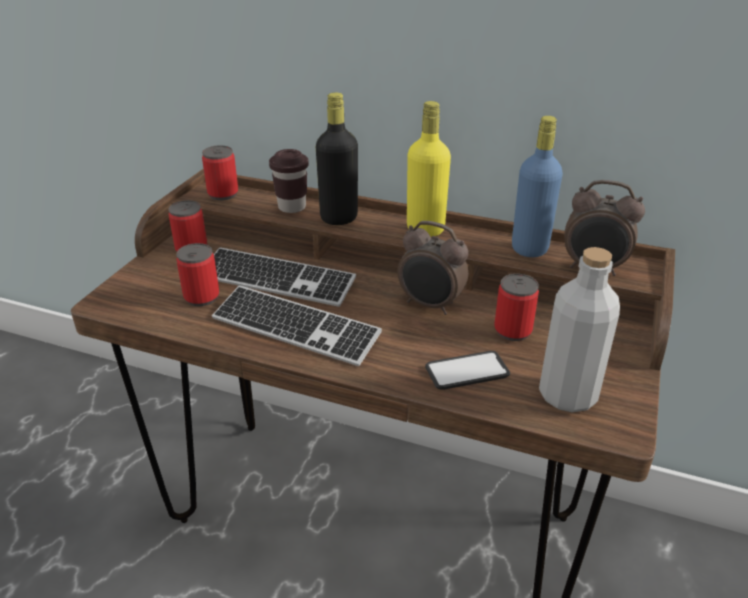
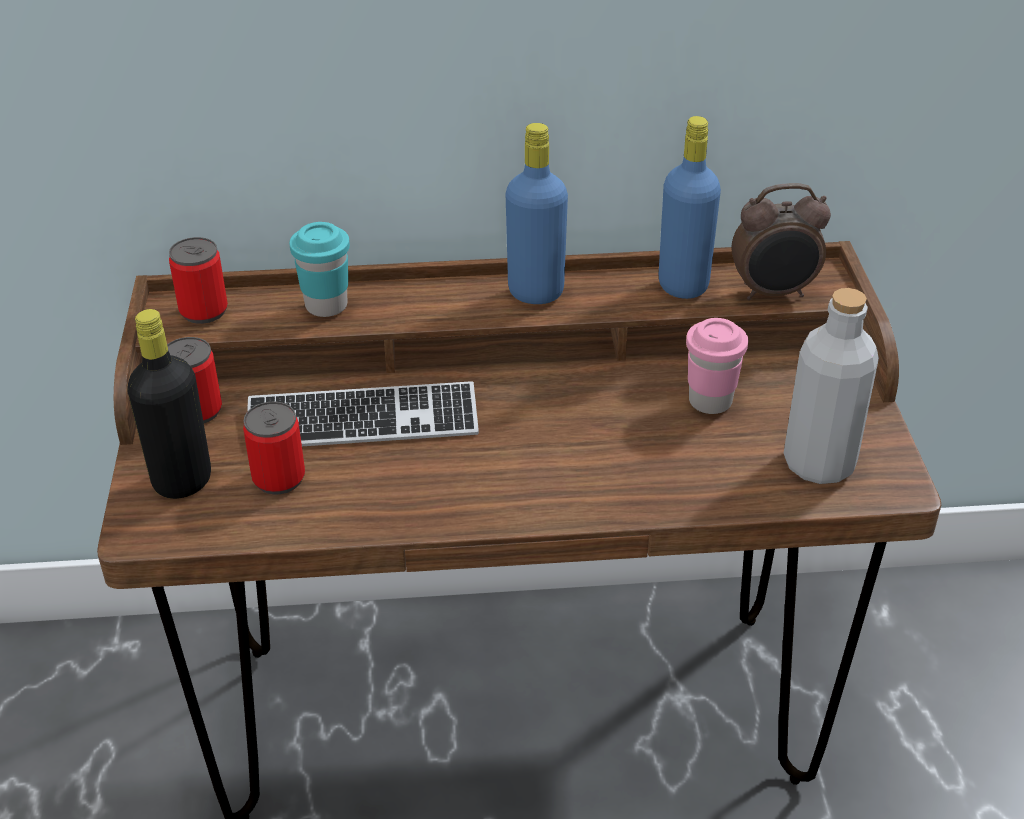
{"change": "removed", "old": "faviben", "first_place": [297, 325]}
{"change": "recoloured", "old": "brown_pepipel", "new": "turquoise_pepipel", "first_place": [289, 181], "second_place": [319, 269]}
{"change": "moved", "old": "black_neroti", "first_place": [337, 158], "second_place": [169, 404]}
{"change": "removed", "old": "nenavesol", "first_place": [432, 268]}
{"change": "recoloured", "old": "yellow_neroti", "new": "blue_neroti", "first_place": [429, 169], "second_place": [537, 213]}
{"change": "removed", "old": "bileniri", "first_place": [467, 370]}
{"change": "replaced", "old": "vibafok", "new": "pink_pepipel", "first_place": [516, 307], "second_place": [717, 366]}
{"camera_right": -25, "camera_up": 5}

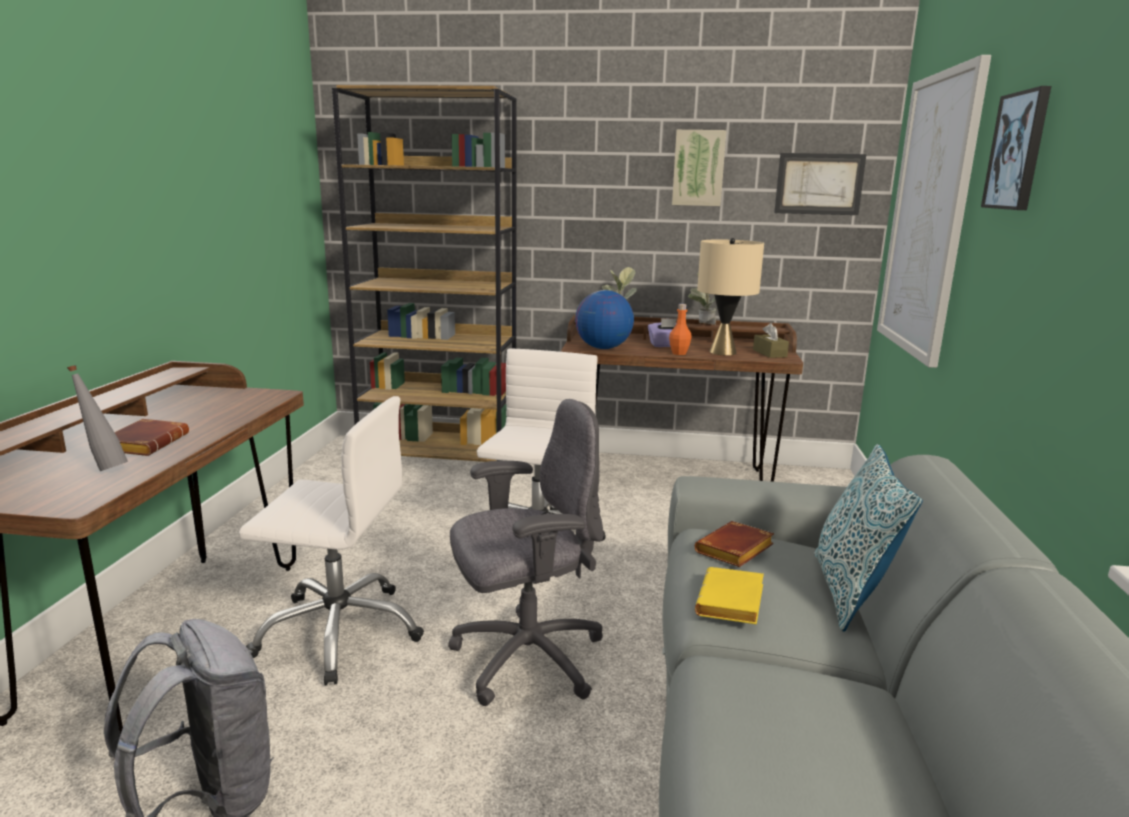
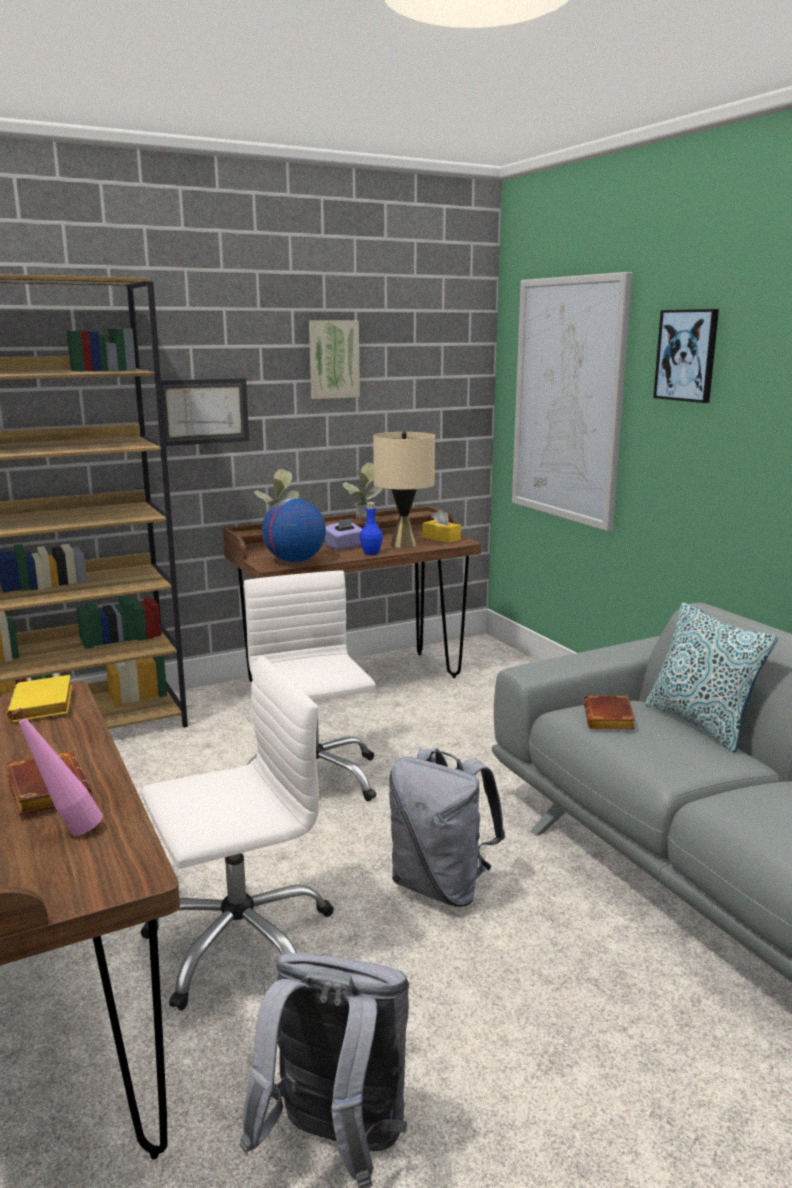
{"change": "recoloured", "old": "grey_neroti", "new": "pink_neroti", "first_place": [97, 418], "second_place": [57, 772]}
{"change": "replaced", "old": "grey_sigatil", "new": "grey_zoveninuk", "first_place": [526, 552], "second_place": [447, 827]}
{"change": "recoloured", "old": "orange_neroti", "new": "blue_neroti", "first_place": [680, 329], "second_place": [371, 528]}
{"change": "moved", "old": "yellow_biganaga", "first_place": [729, 595], "second_place": [39, 698]}
{"change": "recoloured", "old": "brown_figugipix", "new": "yellow_figugipix", "first_place": [771, 340], "second_place": [441, 526]}
{"change": "moved", "old": "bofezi", "first_place": [820, 184], "second_place": [205, 412]}
{"camera_right": -35, "camera_up": 0}

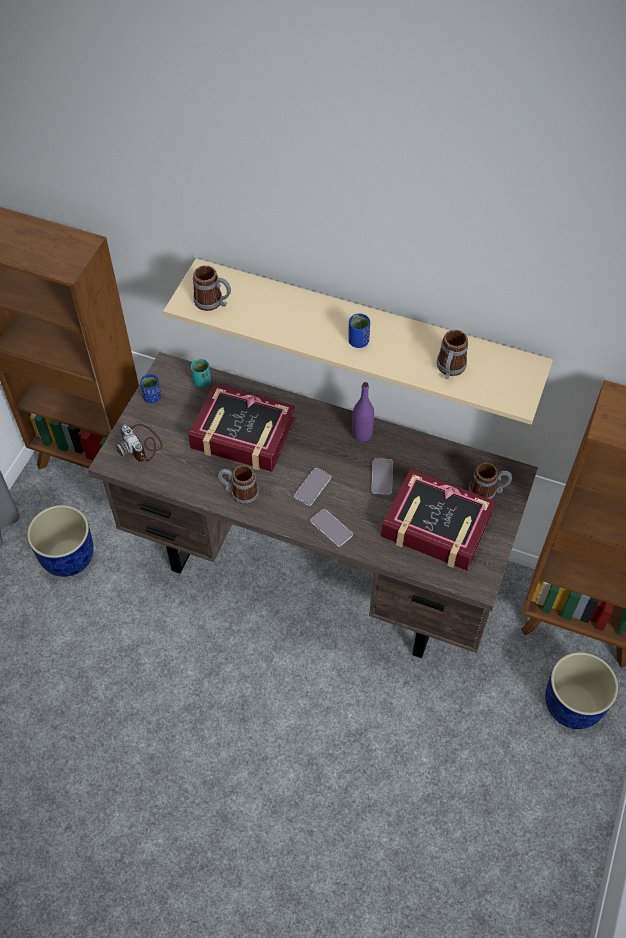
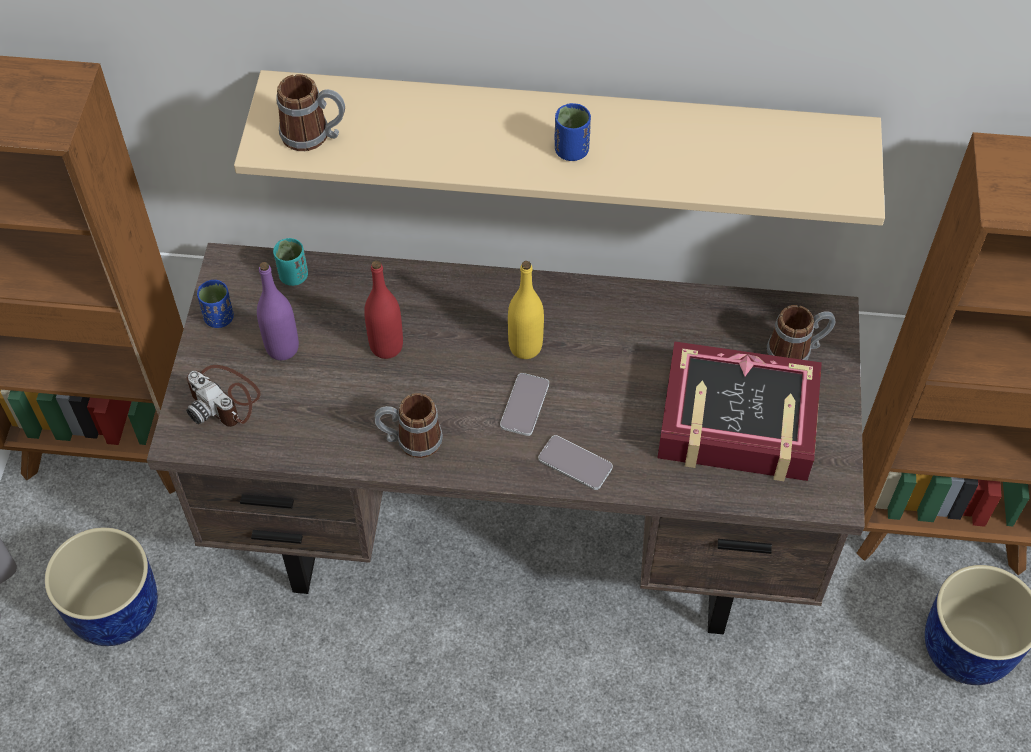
{"change": "replaced", "old": "biganaga", "new": "red_neroti", "first_place": [241, 428], "second_place": [383, 309]}
{"change": "moved", "old": "purple_neroti", "first_place": [363, 412], "second_place": [278, 311]}
{"change": "removed", "old": "bileniri", "first_place": [382, 476]}
{"change": "removed", "old": "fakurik", "first_place": [452, 354]}
{"change": "added", "new": "yellow_neroti", "second_place": [526, 310]}
{"camera_right": -15, "camera_up": 0}

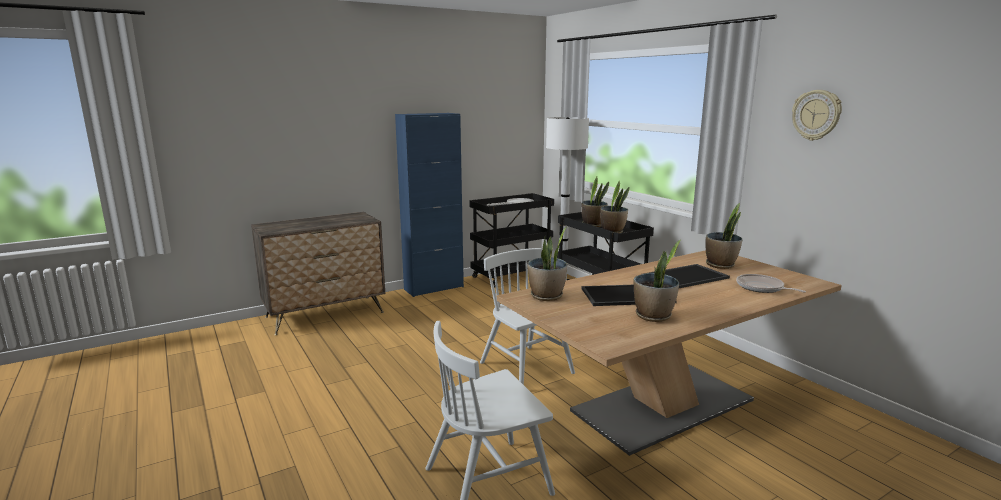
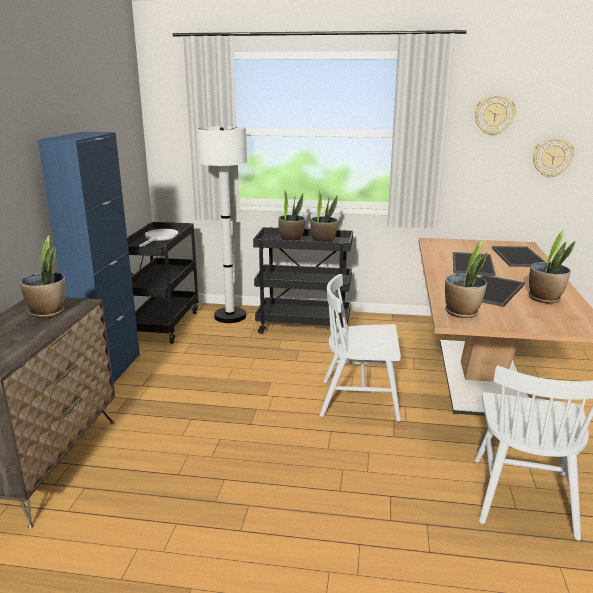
{"change": "moved", "old": "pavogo", "first_place": [723, 236], "second_place": [43, 276]}
{"change": "replaced", "old": "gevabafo", "new": "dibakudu", "first_place": [771, 283], "second_place": [518, 256]}
{"change": "added", "new": "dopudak", "second_place": [553, 158]}
{"camera_right": -50, "camera_up": 5}

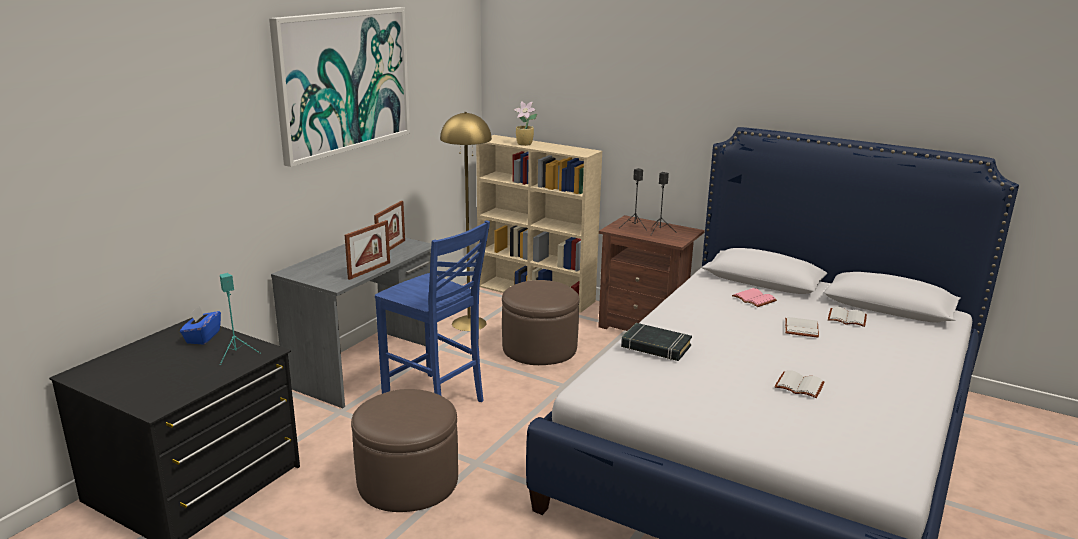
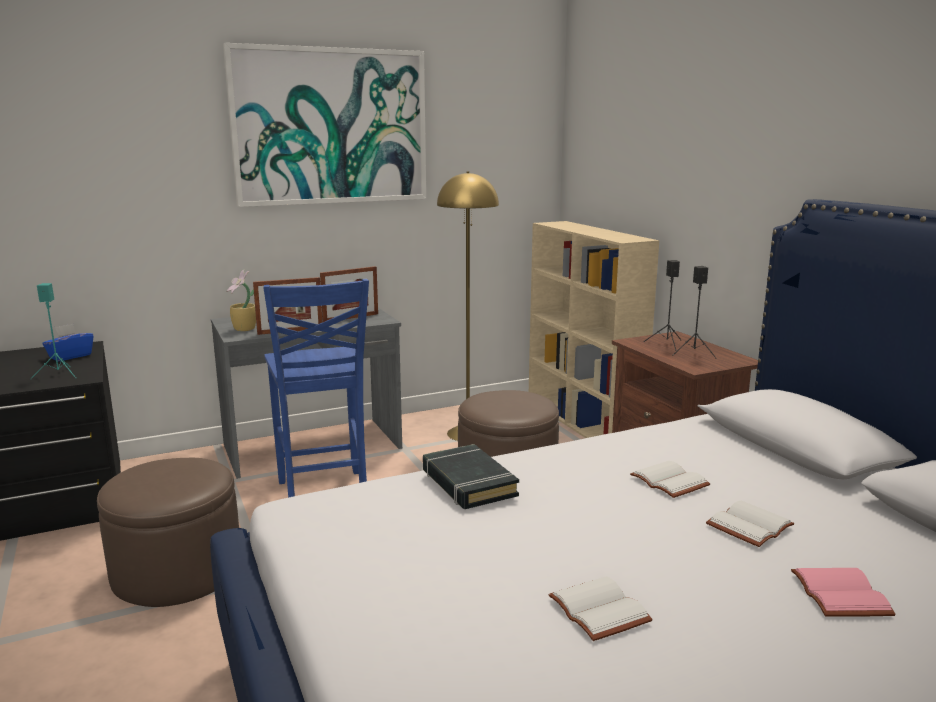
{"change": "moved", "old": "pavogo", "first_place": [525, 124], "second_place": [241, 300]}
{"change": "moved", "old": "pink_biganaga", "first_place": [754, 297], "second_place": [843, 592]}
{"change": "moved", "old": "white_biganaga", "first_place": [847, 317], "second_place": [670, 479]}
{"camera_right": 35, "camera_up": -5}

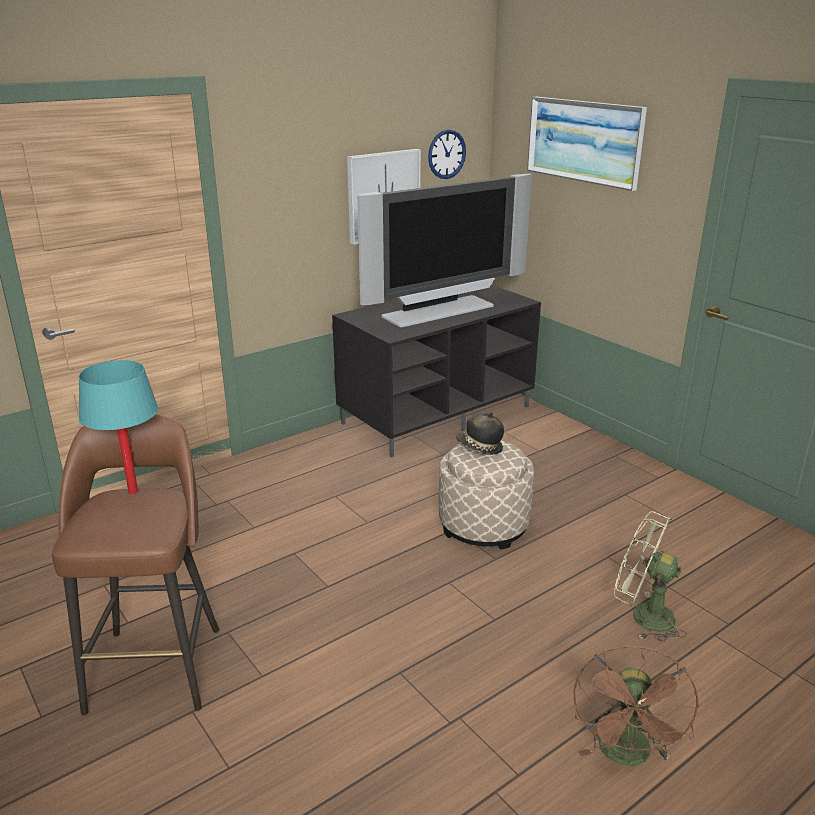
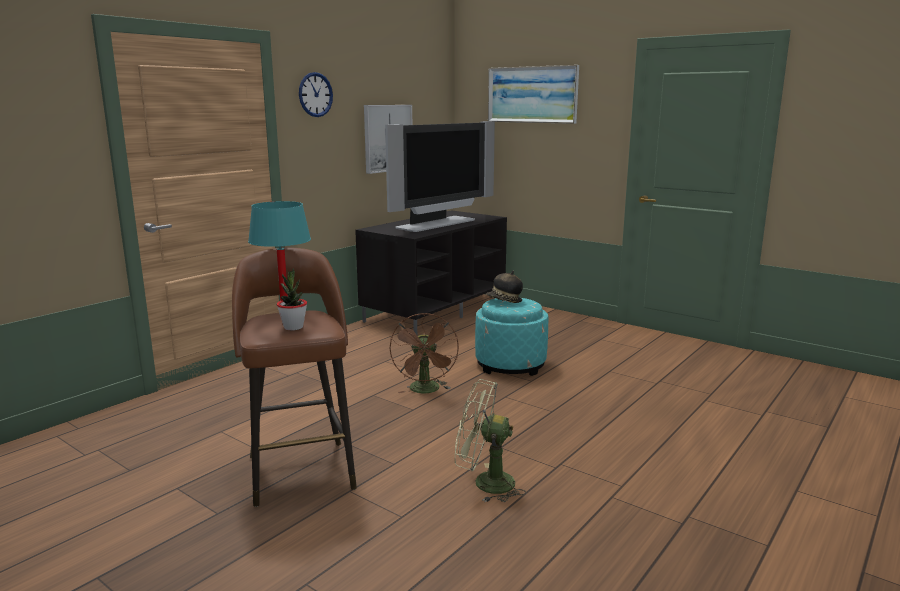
{"change": "moved", "old": "dopudak", "first_place": [447, 154], "second_place": [316, 94]}
{"change": "recoloured", "old": "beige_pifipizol", "new": "turquoise_pifipizol", "first_place": [486, 495], "second_place": [511, 337]}
{"change": "moved", "old": "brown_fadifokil", "first_place": [636, 706], "second_place": [424, 353]}
{"change": "moved", "old": "green_fadifokil", "first_place": [650, 576], "second_place": [490, 440]}
{"change": "added", "new": "pavogo", "second_place": [292, 299]}
{"camera_right": -15, "camera_up": -10}

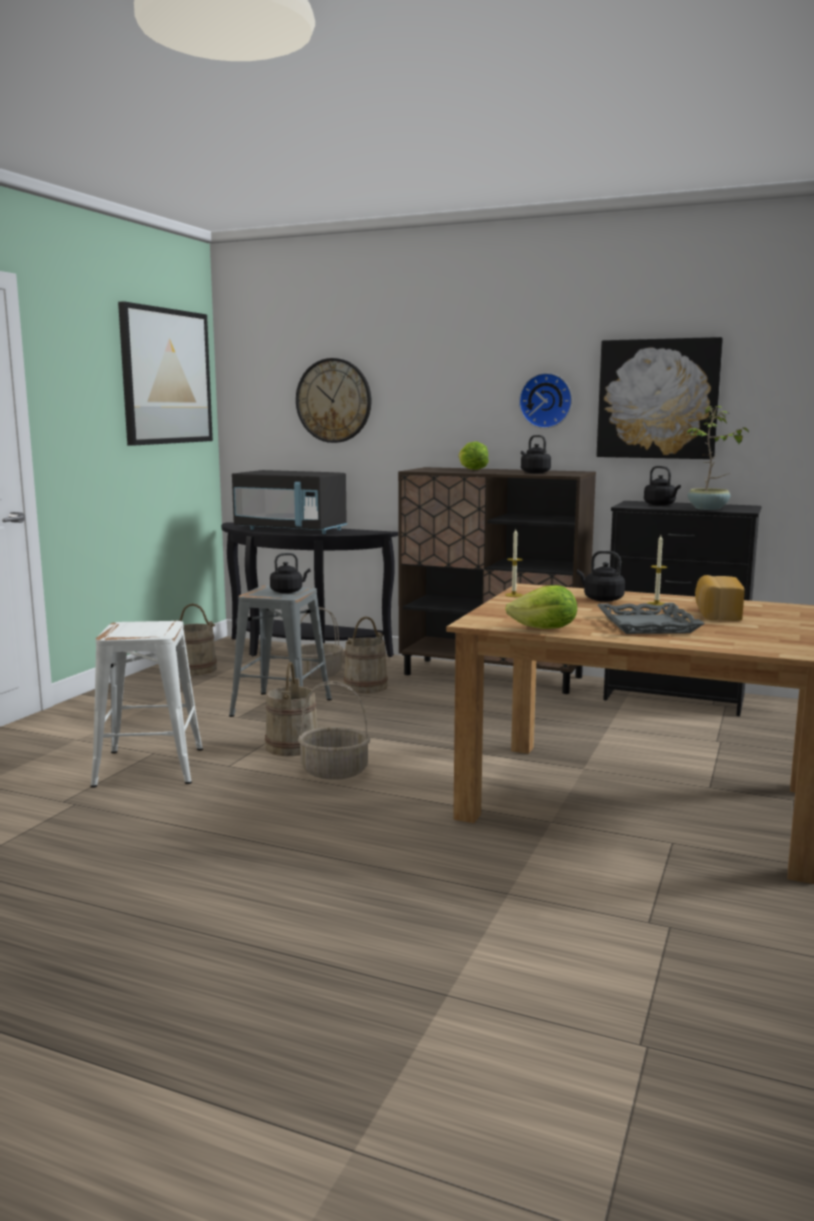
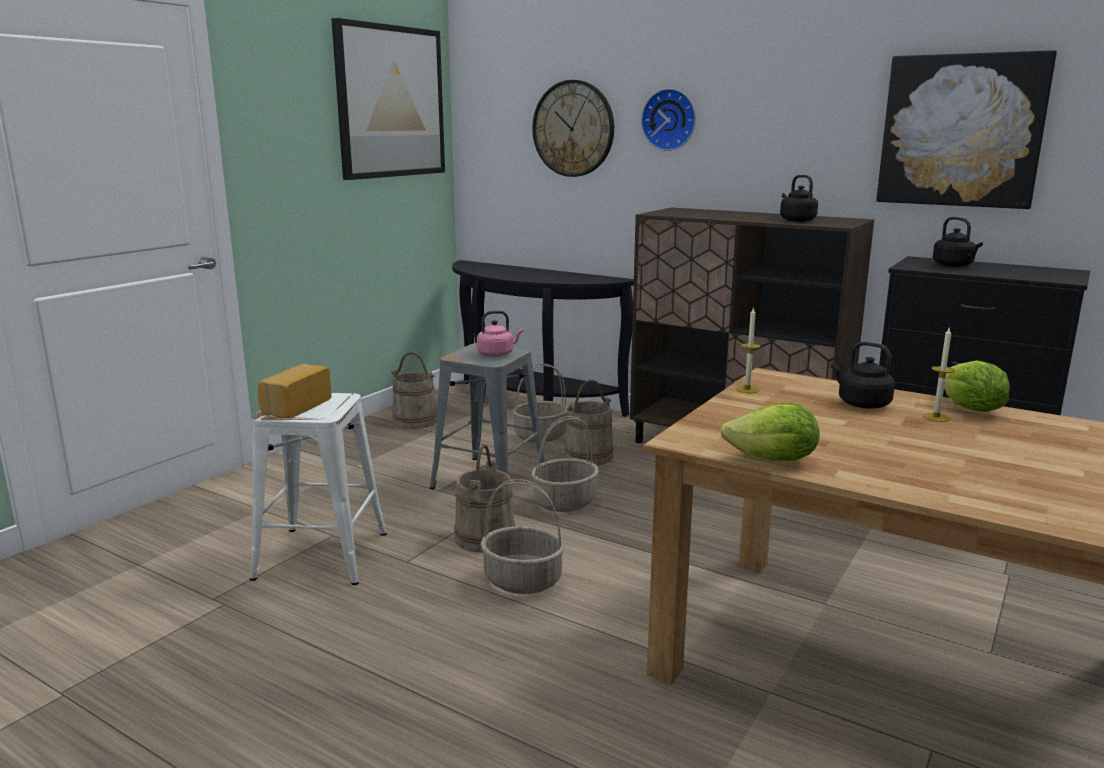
{"change": "removed", "old": "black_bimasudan", "first_place": [289, 502]}
{"change": "recoloured", "old": "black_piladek", "new": "pink_piladek", "first_place": [290, 573], "second_place": [500, 334]}
{"change": "moved", "old": "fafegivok", "first_place": [473, 455], "second_place": [977, 386]}
{"change": "moved", "old": "dopudak", "first_place": [545, 401], "second_place": [668, 119]}
{"change": "removed", "old": "grey_dibakudu", "first_place": [651, 618]}
{"change": "removed", "old": "pavogo", "first_place": [717, 458]}
{"change": "moved", "old": "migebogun", "first_place": [720, 598], "second_place": [294, 391]}
{"change": "added", "new": "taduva", "second_place": [565, 464]}
{"camera_right": 10, "camera_up": 5}

